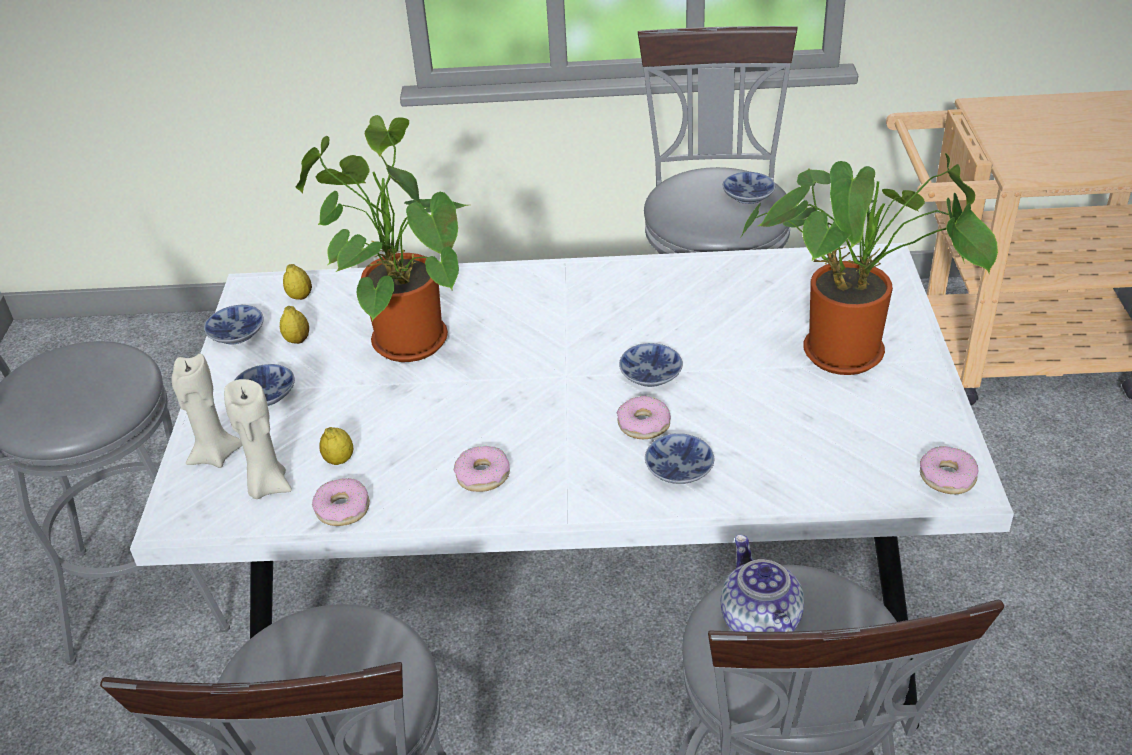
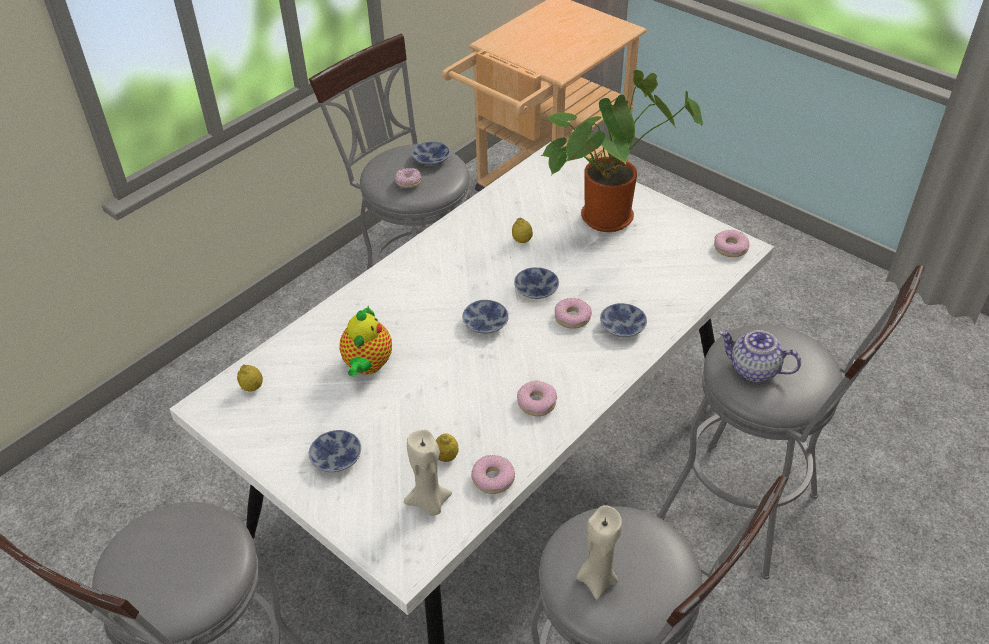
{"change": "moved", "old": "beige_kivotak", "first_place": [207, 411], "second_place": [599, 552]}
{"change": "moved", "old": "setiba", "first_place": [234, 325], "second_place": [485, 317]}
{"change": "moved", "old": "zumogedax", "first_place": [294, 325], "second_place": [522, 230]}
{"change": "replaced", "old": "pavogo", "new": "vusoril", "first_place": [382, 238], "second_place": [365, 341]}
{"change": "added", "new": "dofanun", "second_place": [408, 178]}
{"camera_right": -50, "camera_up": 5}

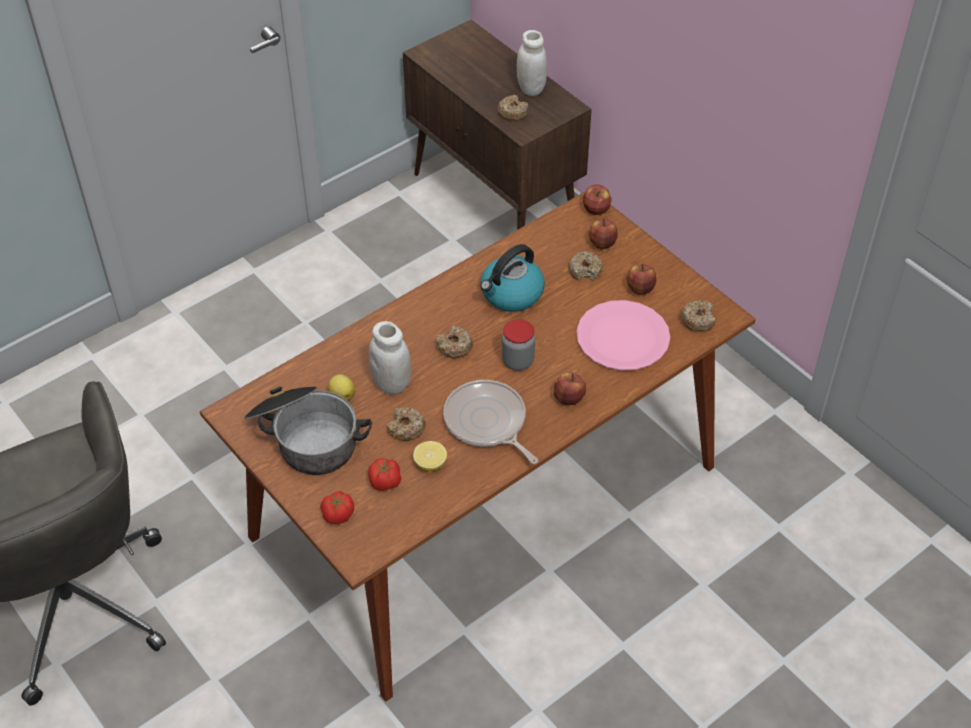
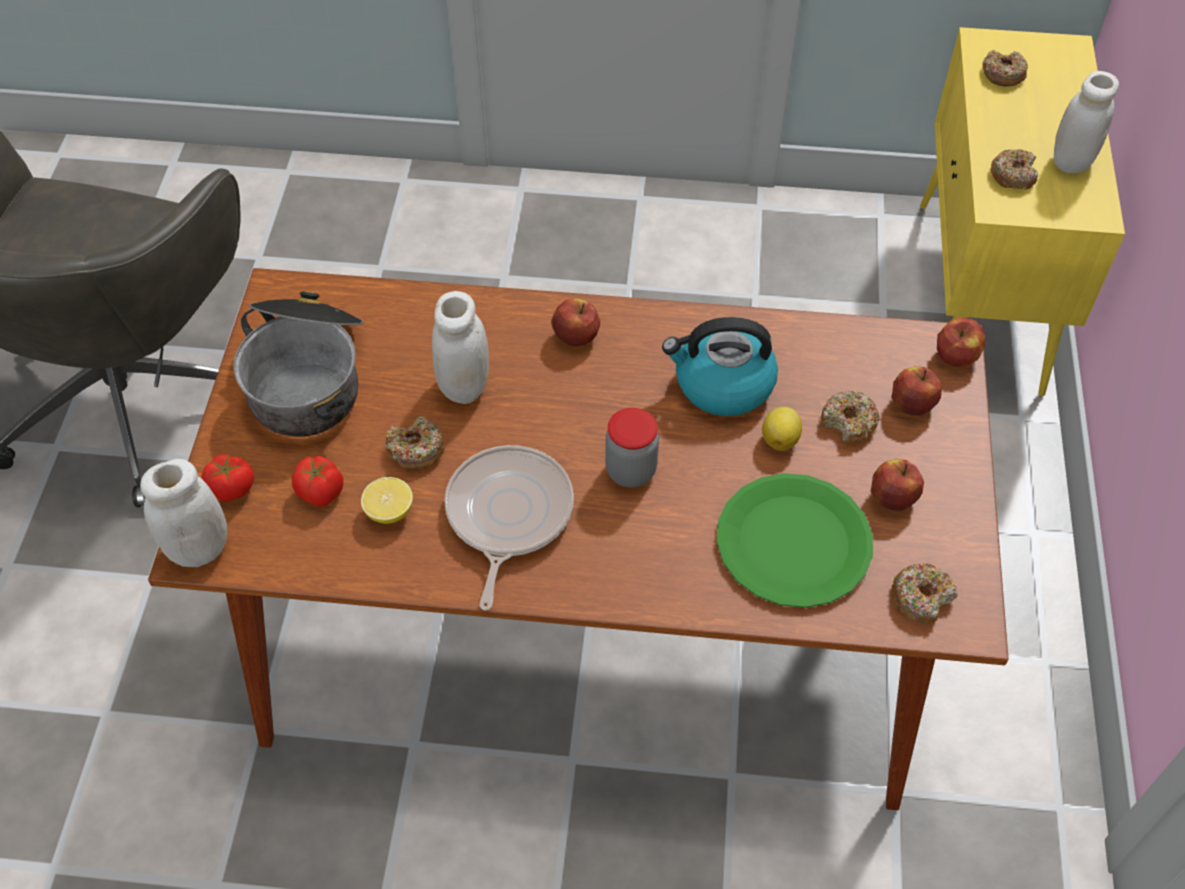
{"change": "moved", "old": "zumogedax", "first_place": [341, 387], "second_place": [782, 429]}
{"change": "recoloured", "old": "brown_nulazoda", "new": "yellow_nulazoda", "first_place": [497, 125], "second_place": [1022, 212]}
{"change": "moved", "old": "dofanun", "first_place": [454, 342], "second_place": [1005, 68]}
{"change": "moved", "old": "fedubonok", "first_place": [570, 389], "second_place": [575, 323]}
{"change": "recoloured", "old": "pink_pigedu", "new": "green_pigedu", "first_place": [623, 335], "second_place": [795, 540]}
{"change": "added", "new": "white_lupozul", "second_place": [183, 513]}
{"camera_right": 45, "camera_up": 5}

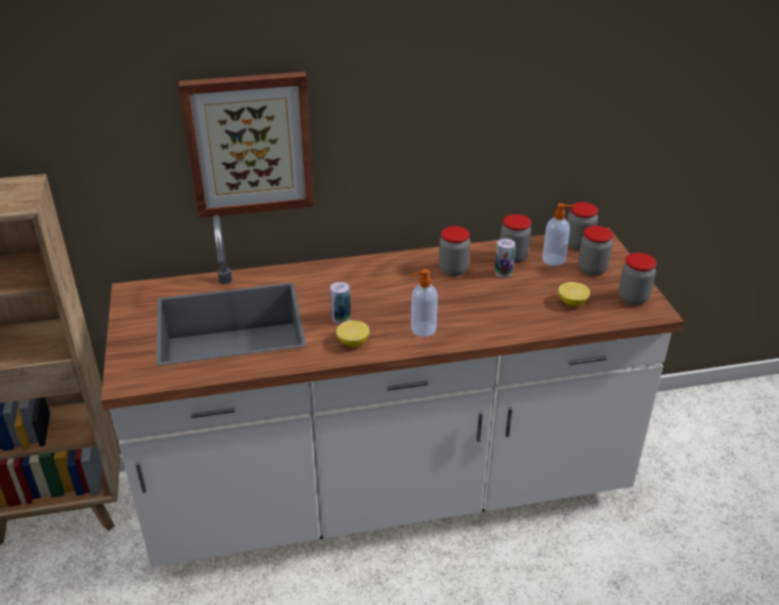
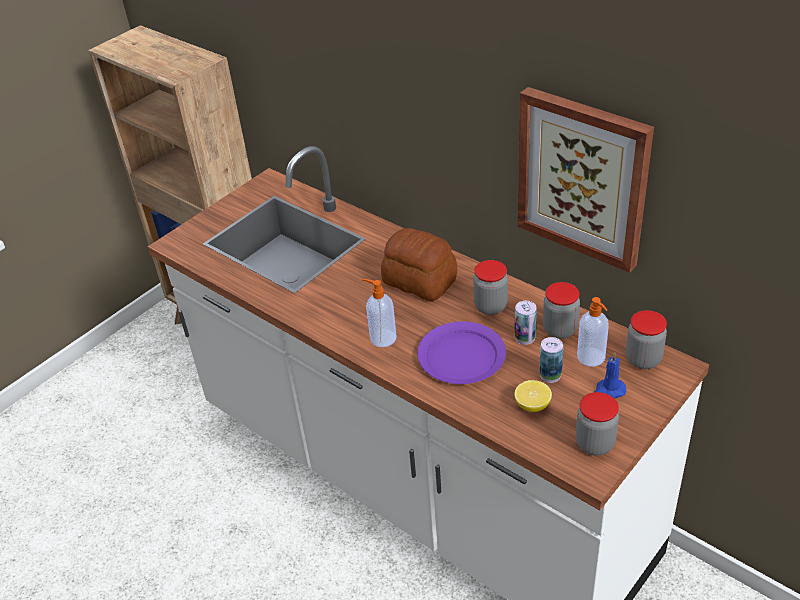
{"change": "moved", "old": "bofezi", "first_place": [246, 144], "second_place": [586, 180]}
{"change": "moved", "old": "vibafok", "first_place": [340, 303], "second_place": [551, 360]}
{"change": "removed", "old": "zumogedax", "first_place": [352, 333]}
{"change": "replaced", "old": "lupozul", "new": "blue_kivotak", "first_place": [595, 251], "second_place": [610, 375]}
{"change": "added", "new": "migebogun", "second_place": [419, 264]}
{"change": "added", "new": "purple_pigedu", "second_place": [461, 352]}
{"camera_right": 55, "camera_up": 5}

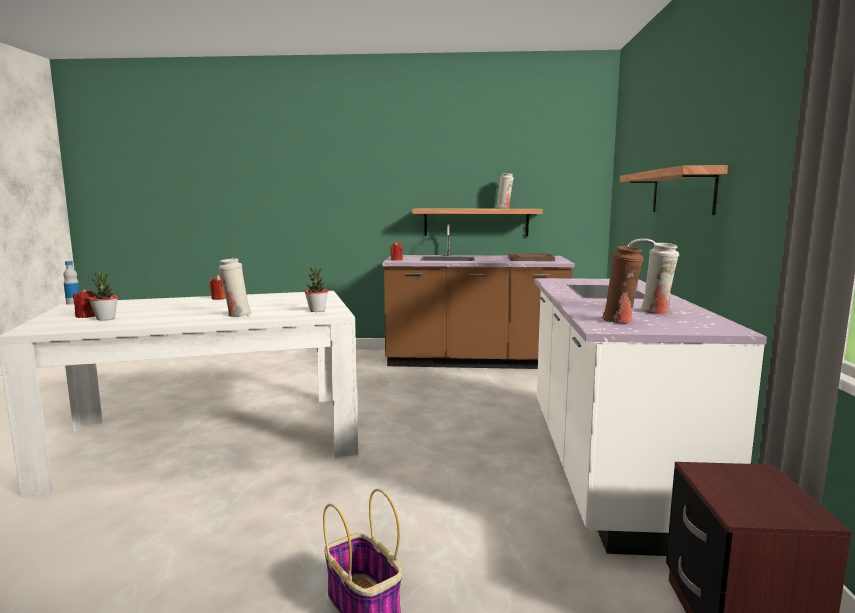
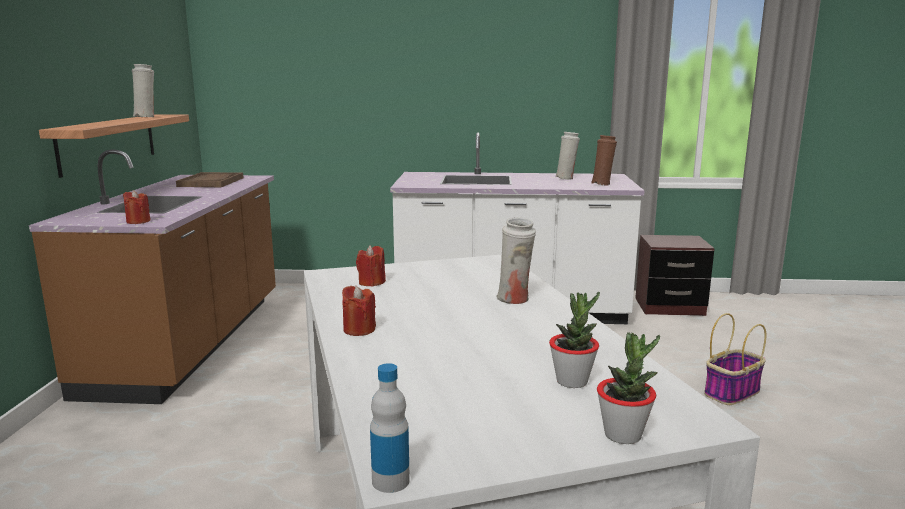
{"change": "moved", "old": "red_kivotak", "first_place": [84, 303], "second_place": [371, 266]}
{"change": "moved", "old": "pavogo", "first_place": [316, 289], "second_place": [628, 388]}
{"change": "removed", "old": "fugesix", "first_place": [674, 190]}
{"camera_right": -90, "camera_up": 5}

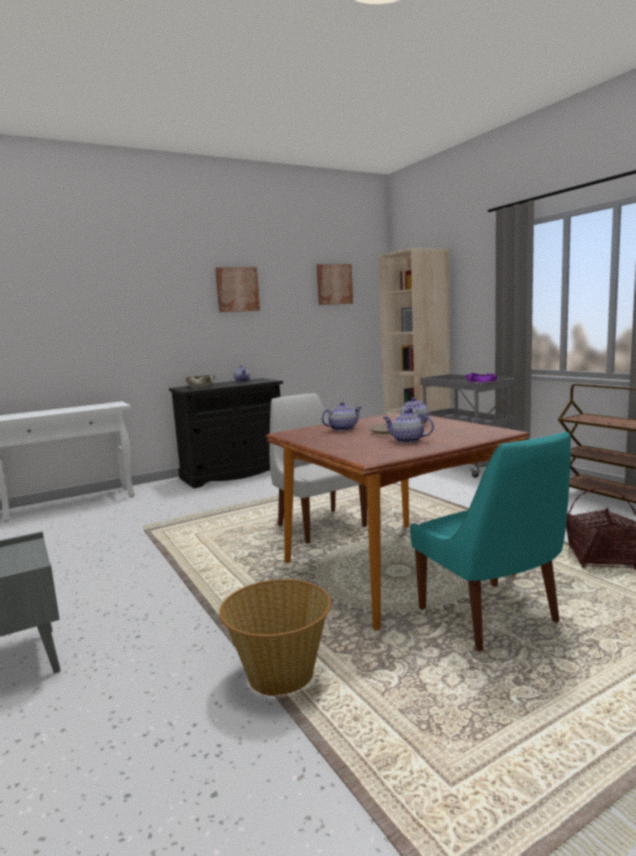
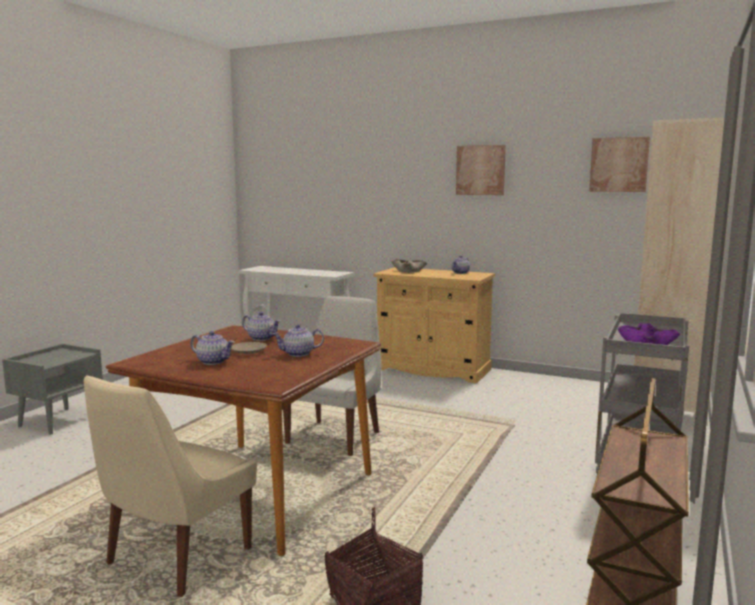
{"change": "recoloured", "old": "black_nulazoda", "new": "beige_nulazoda", "first_place": [226, 433], "second_place": [434, 325]}
{"change": "removed", "old": "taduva", "first_place": [275, 637]}
{"change": "turned", "old": "vusoril", "first_place": [408, 426], "second_place": [212, 348], "degrees": 120}
{"change": "recoloured", "old": "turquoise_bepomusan", "new": "beige_bepomusan", "first_place": [490, 541], "second_place": [170, 486]}
{"camera_right": 55, "camera_up": 0}

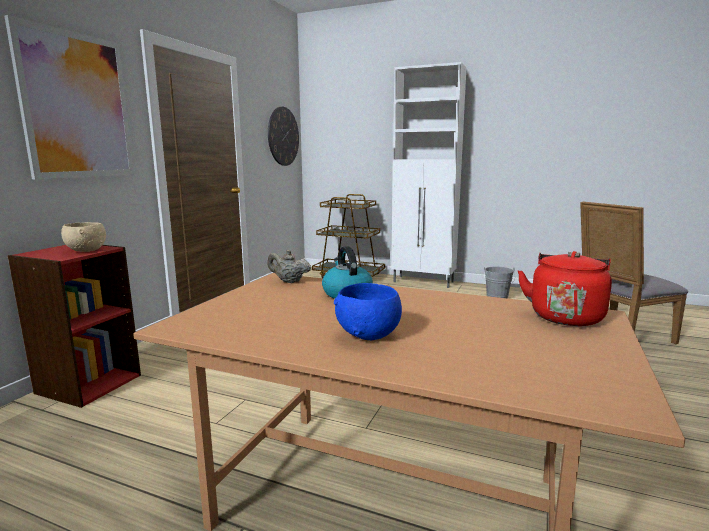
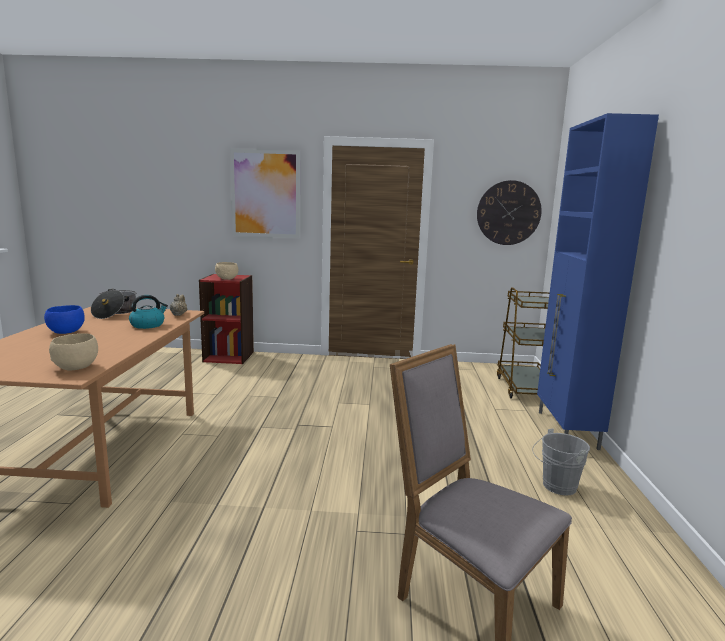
{"change": "recoloured", "old": "white_nulazoda", "new": "blue_nulazoda", "first_place": [428, 175], "second_place": [598, 281]}
{"change": "replaced", "old": "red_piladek", "new": "beige_setiba", "first_place": [564, 288], "second_place": [73, 352]}
{"change": "added", "new": "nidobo", "second_place": [113, 304]}
{"camera_right": 70, "camera_up": 0}

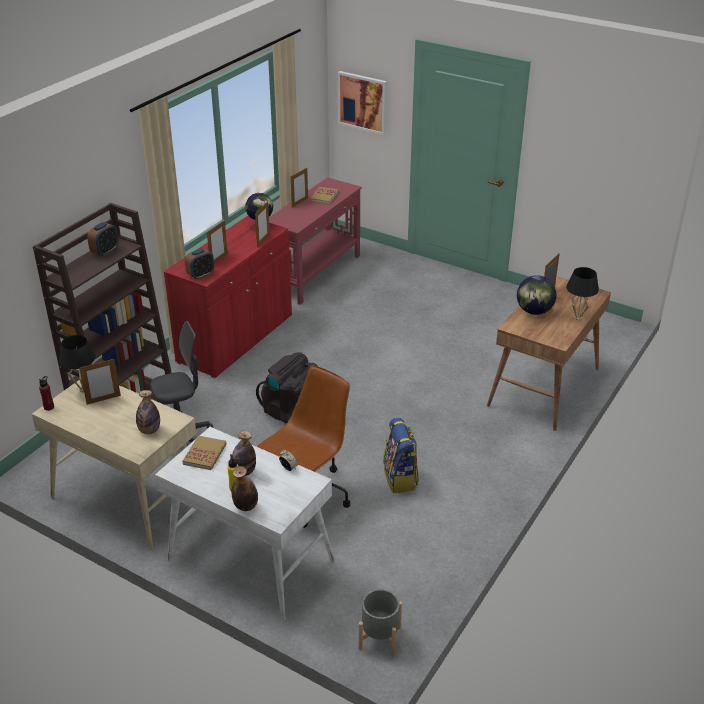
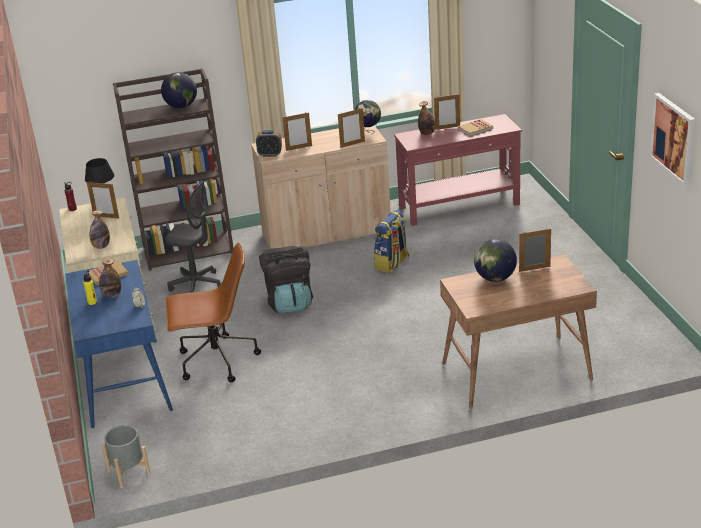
{"change": "replaced", "old": "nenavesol", "new": "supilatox", "first_place": [102, 239], "second_place": [179, 90]}
{"change": "recoloured", "old": "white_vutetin", "new": "blue_vutetin", "first_place": [245, 524], "second_place": [119, 344]}
{"change": "recoloured", "old": "red_nulazoda", "new": "beige_nulazoda", "first_place": [228, 297], "second_place": [321, 187]}
{"change": "moved", "old": "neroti", "first_place": [244, 488], "second_place": [426, 118]}
{"change": "moved", "old": "bofezi", "first_place": [362, 103], "second_place": [672, 139]}
{"change": "moved", "old": "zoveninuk", "first_place": [401, 455], "second_place": [391, 241]}
{"change": "removed", "old": "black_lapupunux", "first_place": [582, 293]}
{"camera_right": 45, "camera_up": -5}

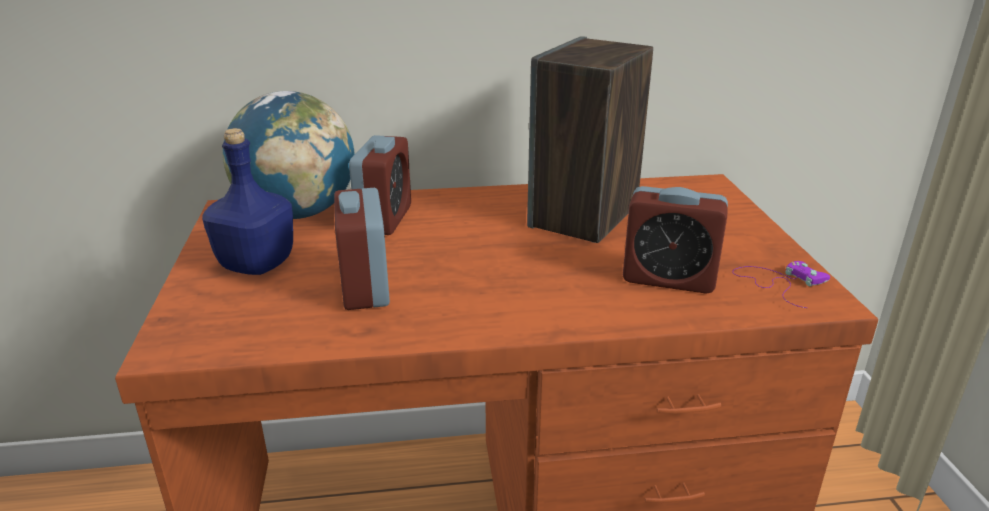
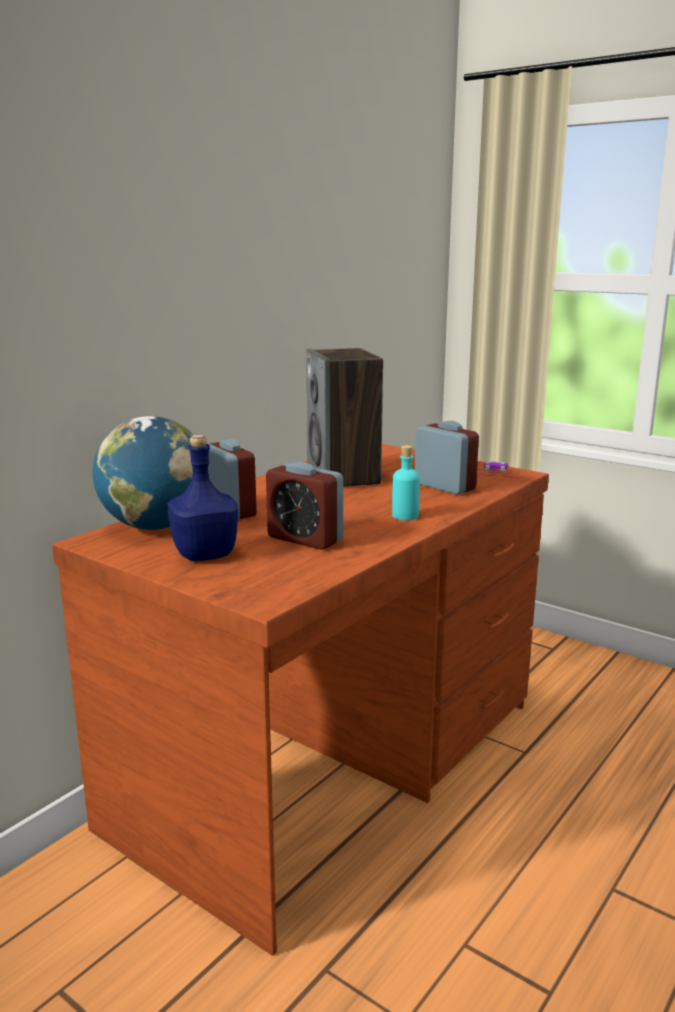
{"change": "turned", "old": "nenavesol", "first_place": [675, 240], "second_place": [446, 458], "degrees": -105}
{"change": "added", "new": "turquoise_neroti", "second_place": [406, 482]}
{"camera_right": -45, "camera_up": -10}

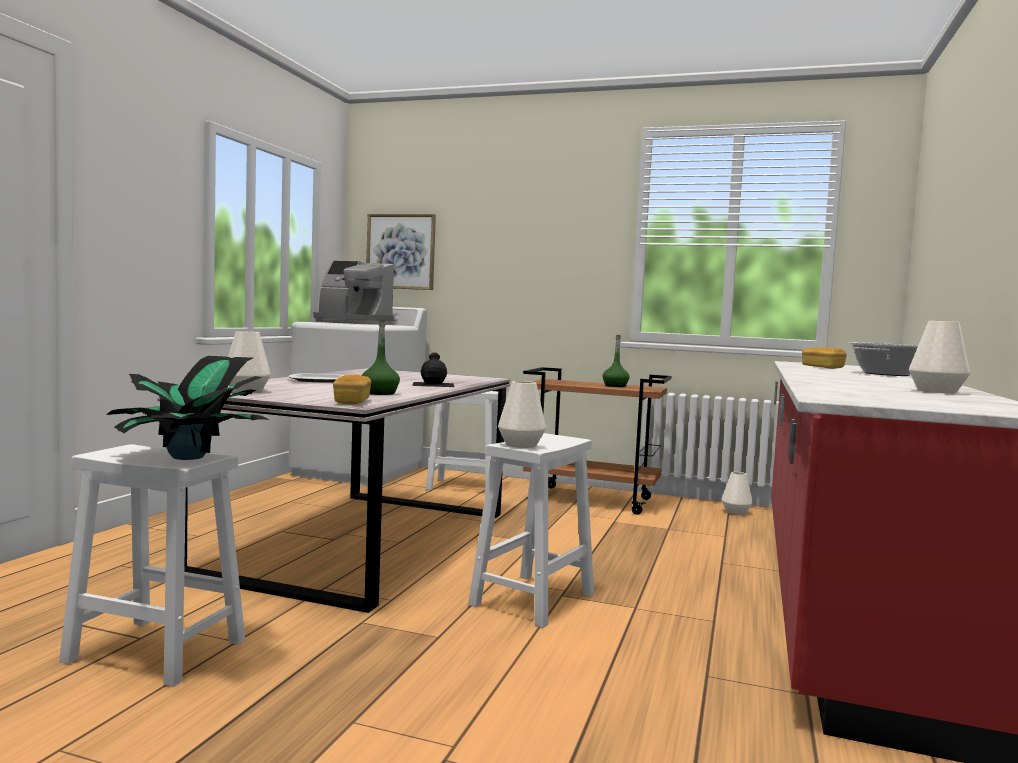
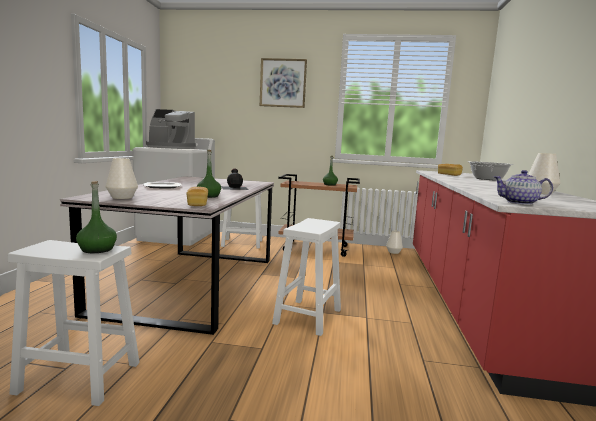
{"change": "replaced", "old": "pavogo", "new": "green_neroti", "first_place": [187, 408], "second_place": [96, 217]}
{"change": "moved", "old": "bofezi", "first_place": [401, 252], "second_place": [283, 83]}
{"change": "removed", "old": "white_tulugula", "first_place": [522, 414]}
{"change": "added", "new": "vusoril", "second_place": [523, 187]}
{"camera_right": -10, "camera_up": 5}

